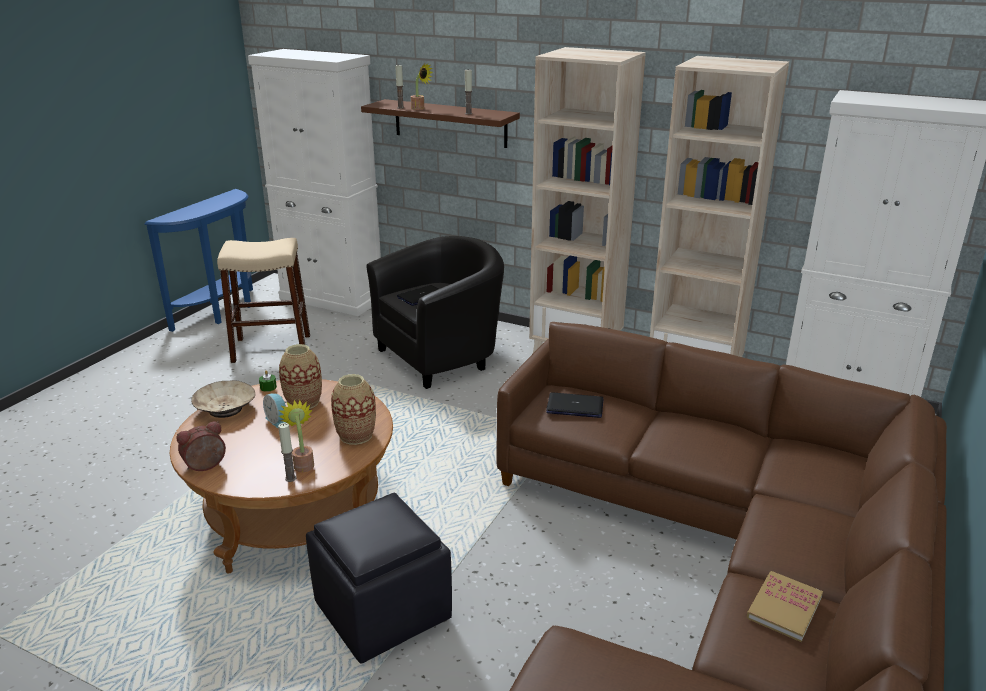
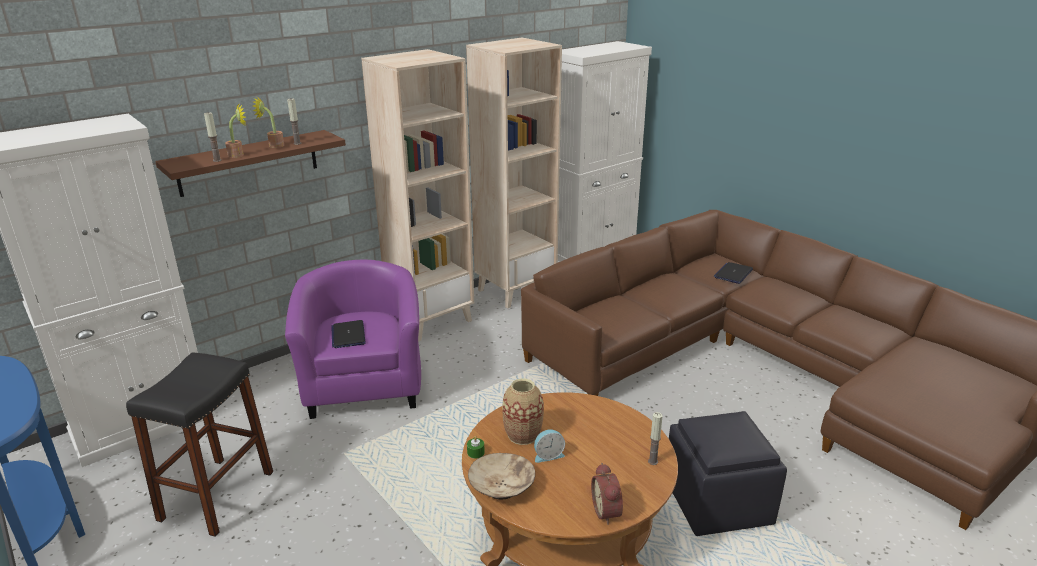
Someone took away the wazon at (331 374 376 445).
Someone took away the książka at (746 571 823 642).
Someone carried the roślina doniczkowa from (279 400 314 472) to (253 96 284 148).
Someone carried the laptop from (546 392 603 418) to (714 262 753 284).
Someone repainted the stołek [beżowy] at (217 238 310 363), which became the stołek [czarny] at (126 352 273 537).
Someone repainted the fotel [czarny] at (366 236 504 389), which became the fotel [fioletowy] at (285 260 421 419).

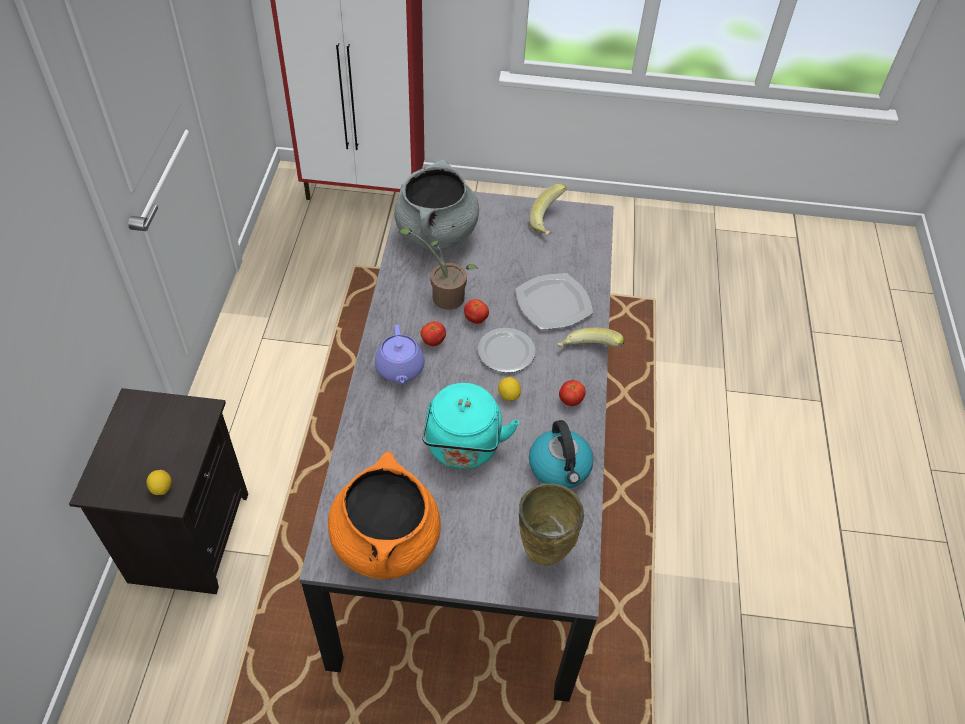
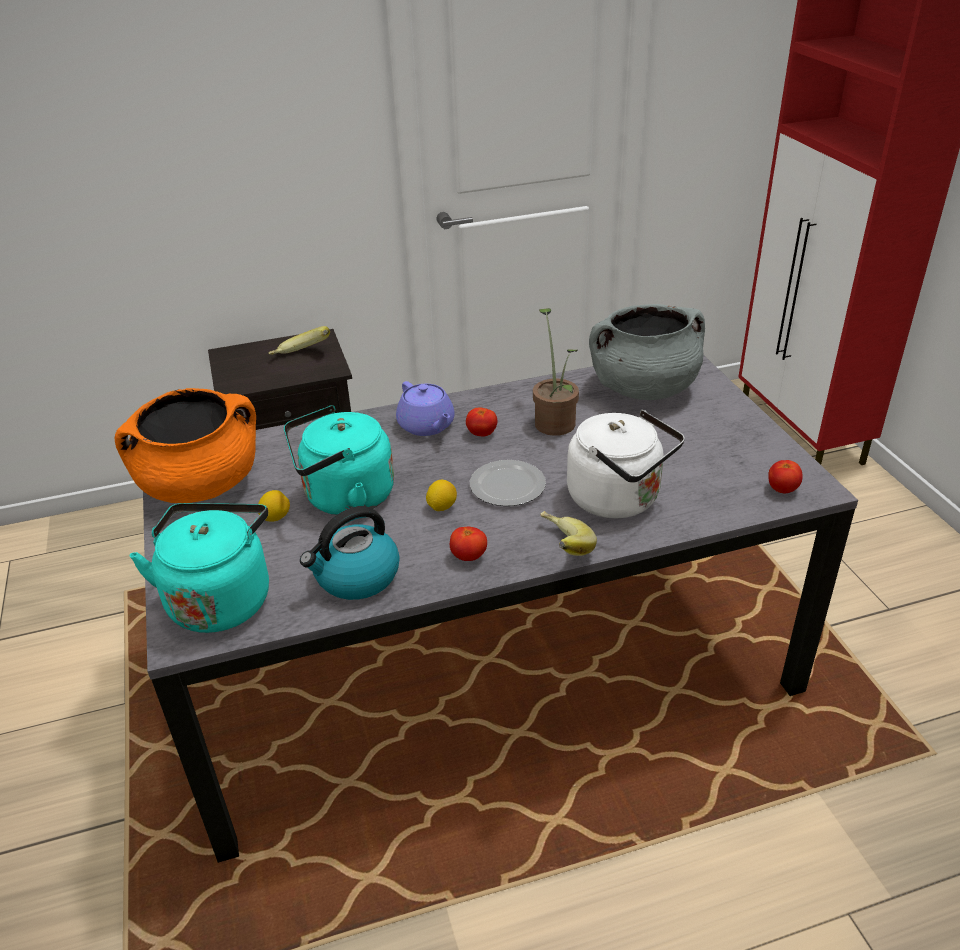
Someone carried the cytryna from (147 470 171 495) to (258 490 290 522).
Someone carried the pomidor from (464 299 489 324) to (768 460 803 493).
Someone carried the banan from (529 184 566 235) to (268 326 330 355).
Someone swapped the talerz at (515 273 593 329) for the czajnik [biały] at (567 410 685 518).
Someone swapped the wazon [beżowy] at (519 483 584 566) for the czajnik [turkusowy] at (129 503 269 633).
Someone rotated the imbryk [fioletowy] at (375 324 425 385) by 90 degrees counterclockwise.

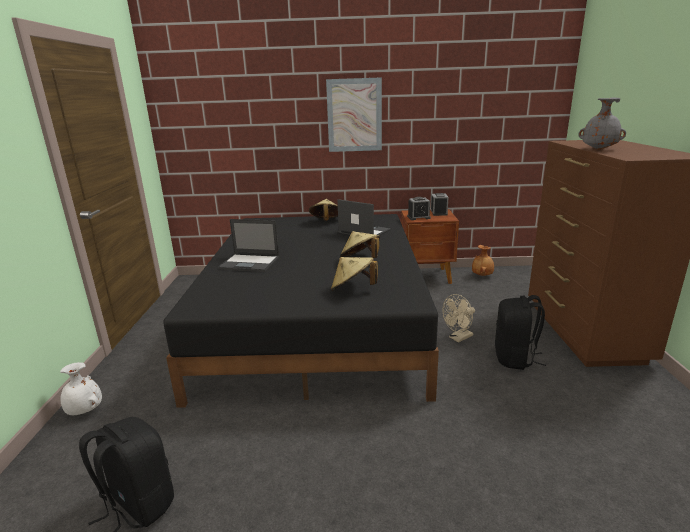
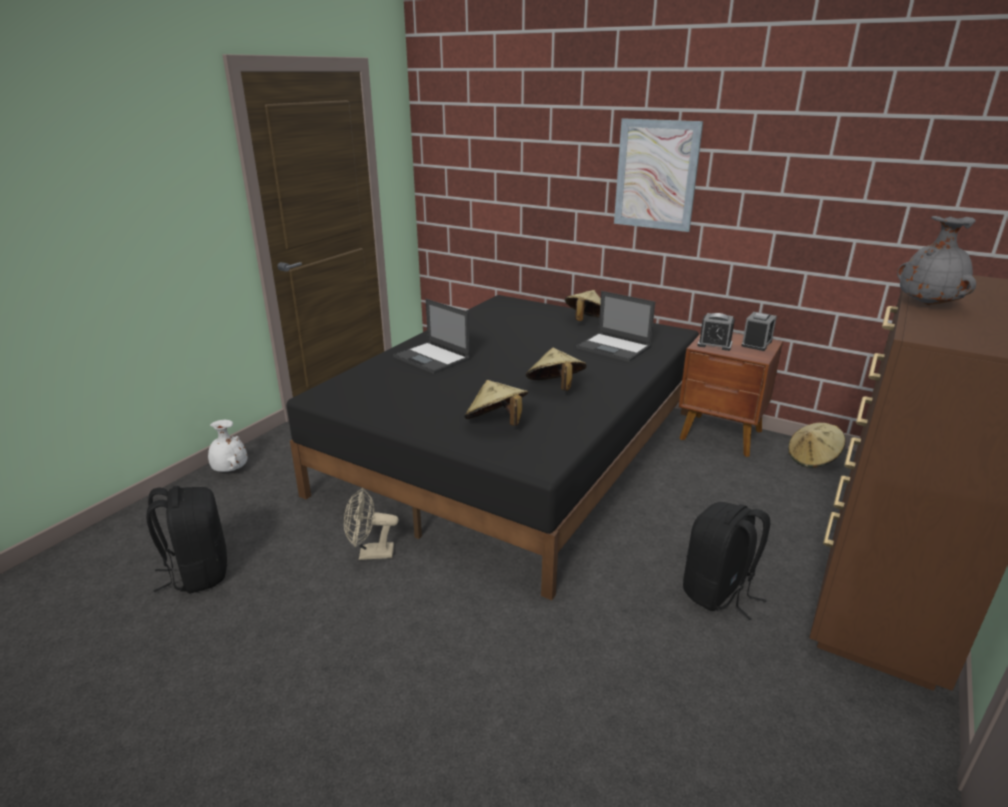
Someone carried the wentylator [beżowy] from (442 294 475 342) to (344 488 399 560).
Someone swapped the wazon [brązowy] at (472 245 494 276) for the kapelusz [beżowy] at (788 423 846 468).
Someone rotated the laptop at (338 199 391 235) by 150 degrees clockwise.

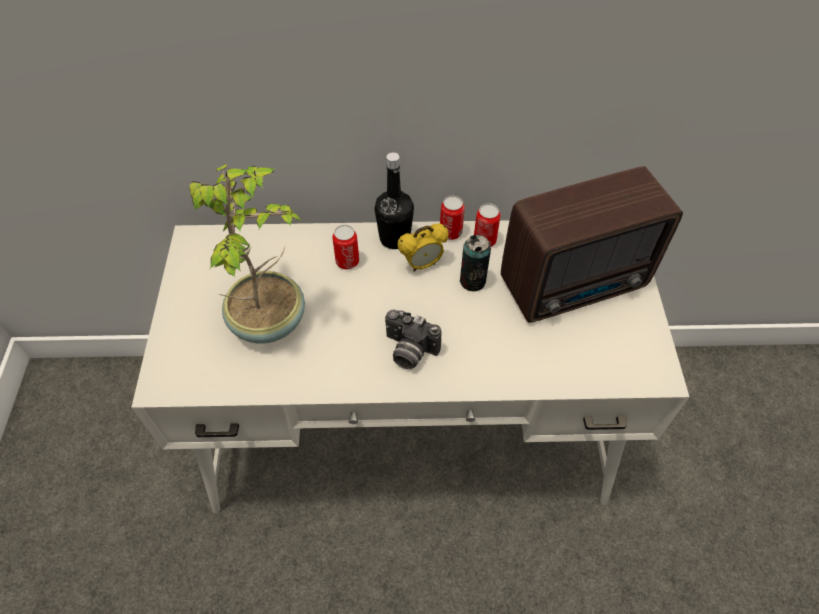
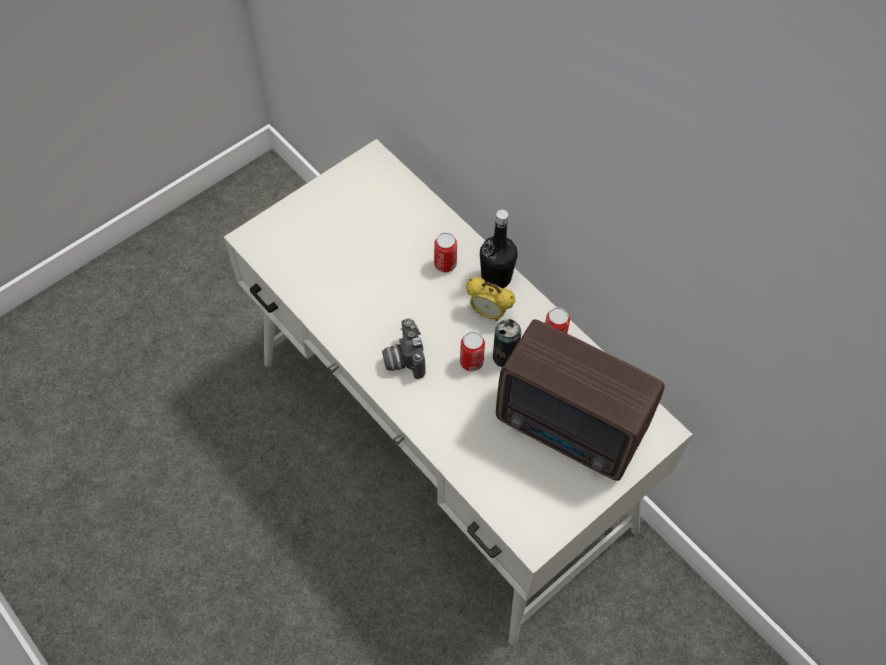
Someone took away the roślina doniczkowa at (189 164 305 343).
Someone carried the puszka from (440 196 465 240) to (460 332 485 372).

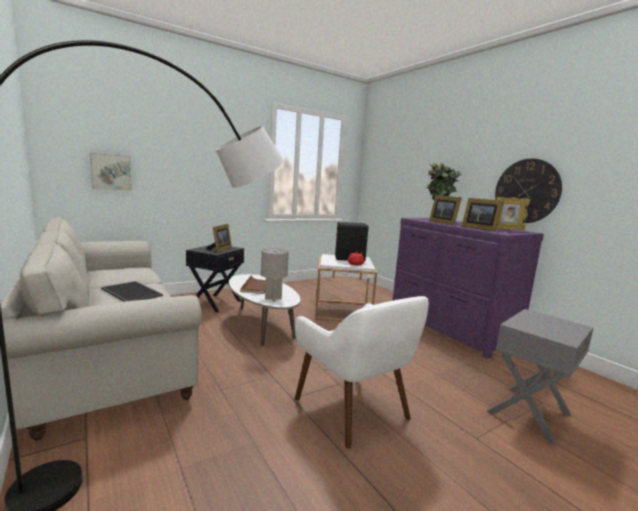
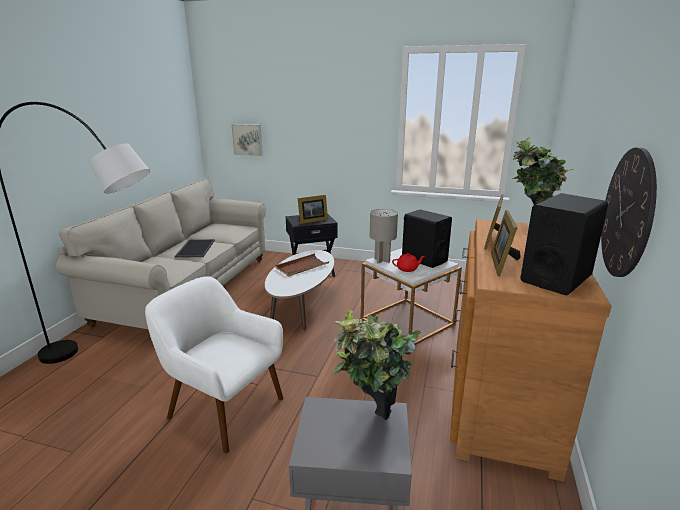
Someone put down the roślina doniczkowa at (333 310 421 420).
Someone carried the lampa stołowa [szary] from (261 248 289 302) to (369 209 398 263).
Someone swapped the ramka na zdjęcie at (496 197 530 231) for the głośnik [czarny] at (520 193 608 295).
Someone repainted the komoda [fioletowy] at (393 218 544 359), which became the komoda [brązowy] at (450 219 611 482).
Someone rotated the fotel [biały] at (295 296 429 449) by 105 degrees clockwise.

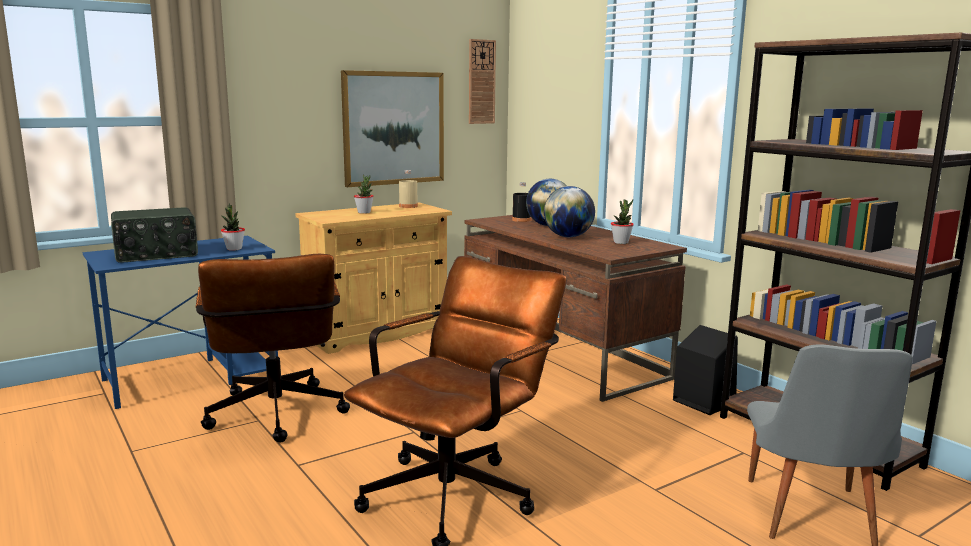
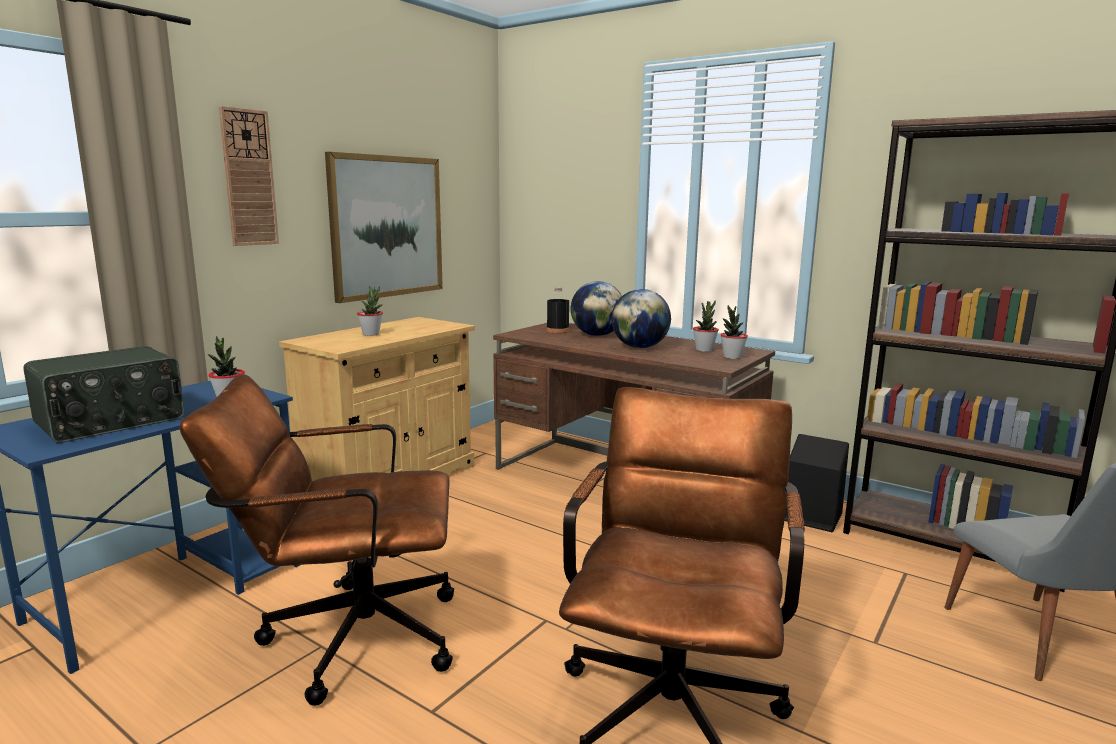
Someone took away the butelka [beżowy] at (399 170 418 208).
Someone put down the roślina doniczkowa at (720 305 748 359).
Someone carried the zegar ścienny from (469 39 496 124) to (219 106 279 246).
Someone rotated the krzesło biurowe [brązowy] at (196 254 350 442) by 120 degrees clockwise.

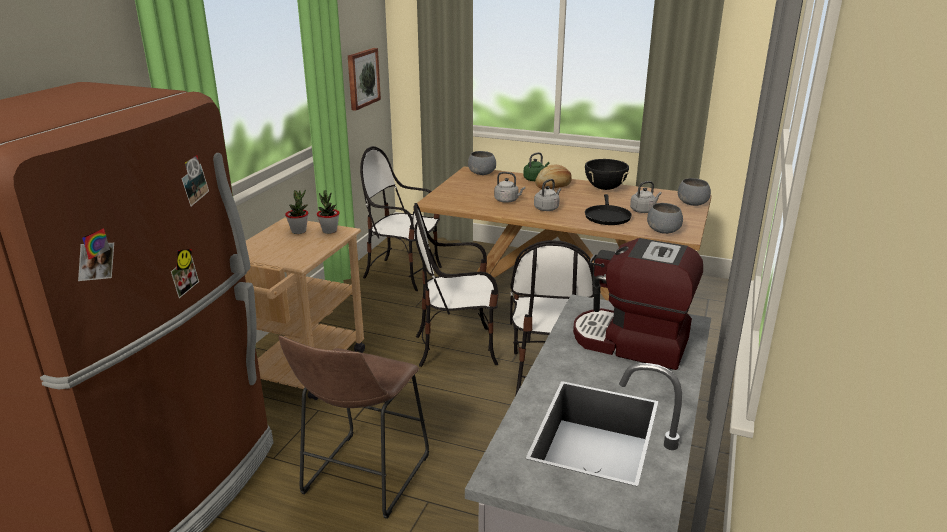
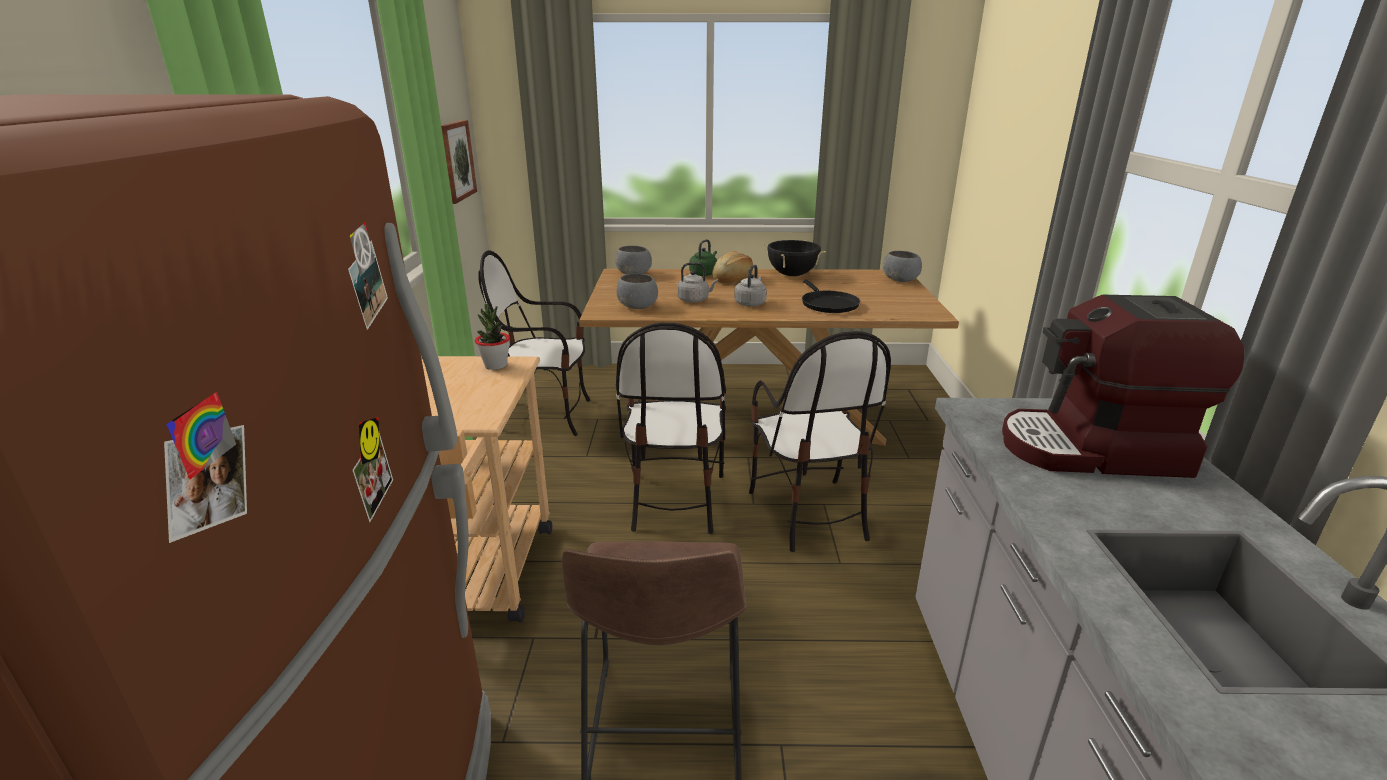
Someone took away the roślina doniczkowa at (285 190 309 234).
Someone took away the czajnik [szary] at (630 181 662 213).
Someone carried the miska [szary] from (647 203 683 234) to (616 273 658 309).
Someone rotated the krzesło at (412 203 498 367) by 60 degrees counterclockwise.

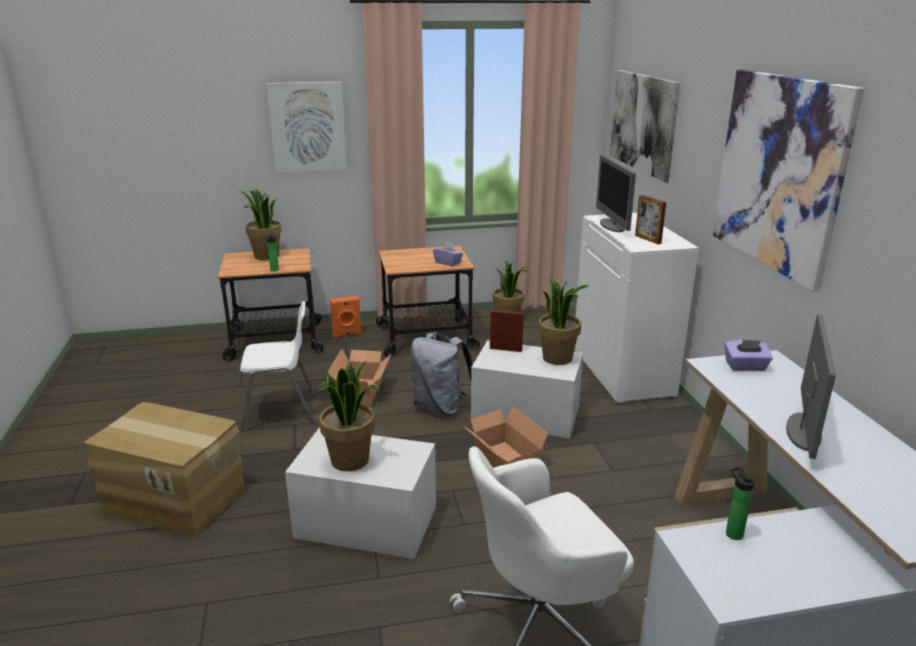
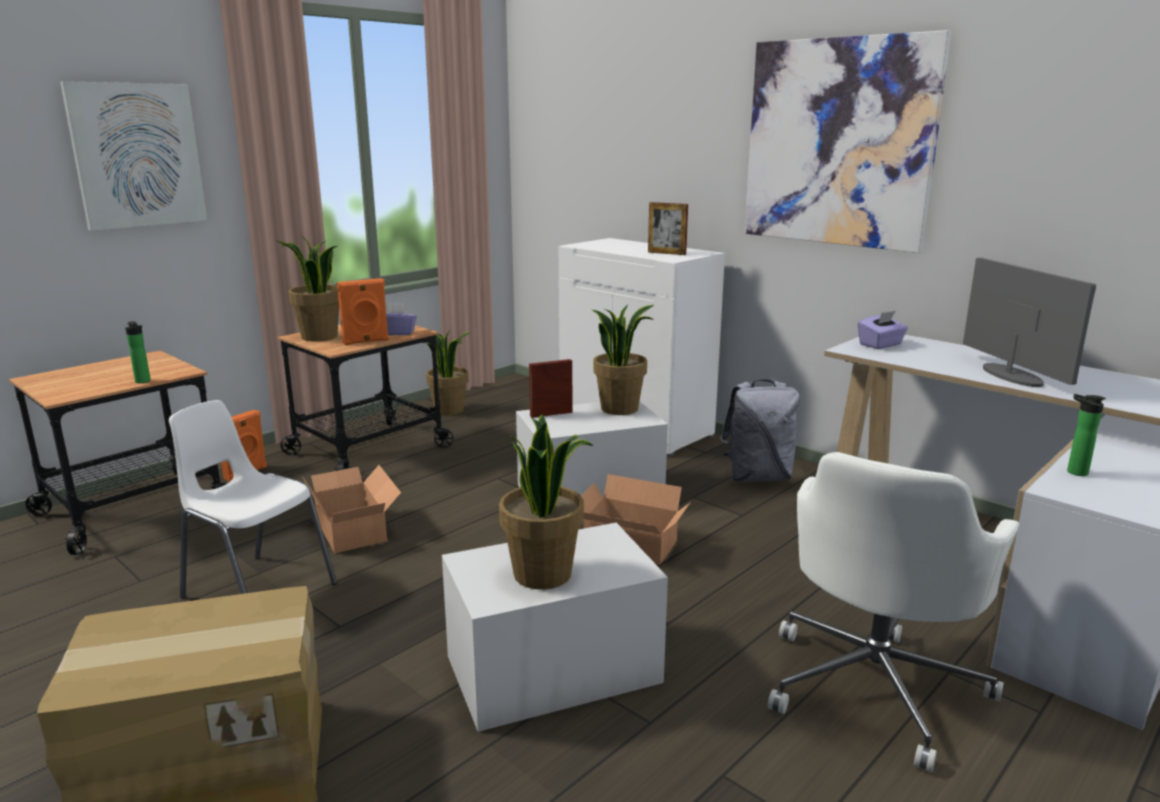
Someone took away the monitor at (596 155 636 232).
Someone took away the obraz at (610 70 680 183).
Someone put down the głośnik [pomarańczowy] at (337 278 389 345).
Someone carried the roślina doniczkowa from (238 188 282 260) to (275 237 339 341).
Someone carried the plecak [szary] from (410 333 473 416) to (720 379 800 482).
Someone rotated the krzesło [biały] at (240 301 316 432) by 105 degrees counterclockwise.

